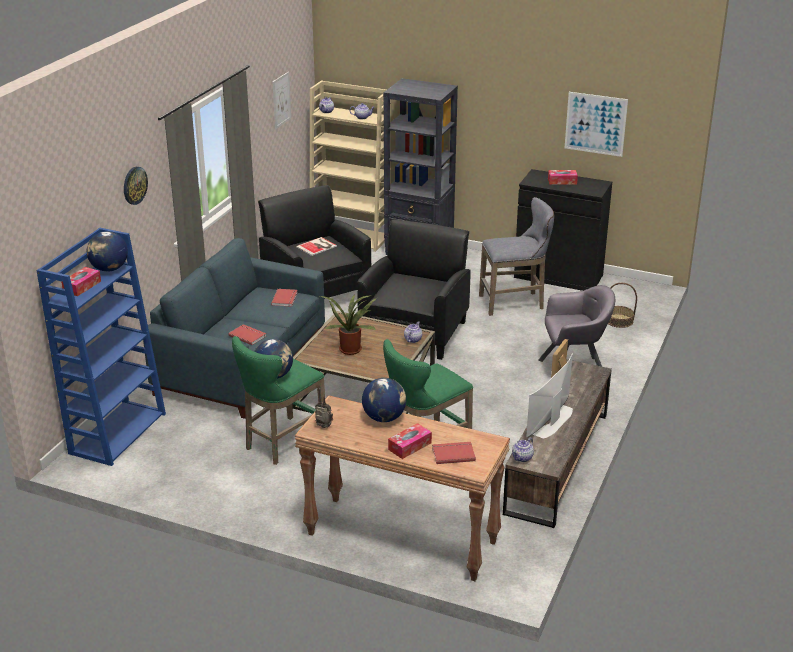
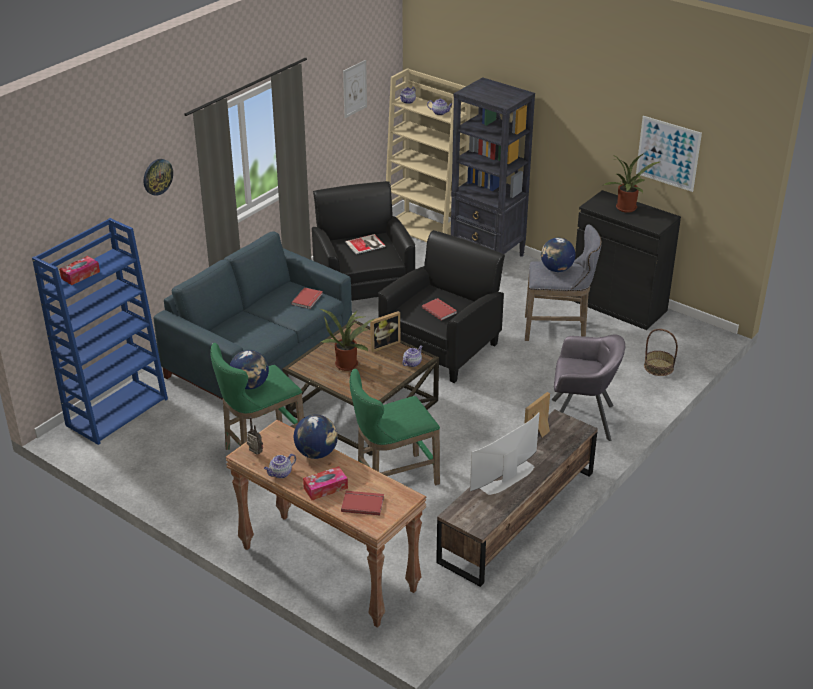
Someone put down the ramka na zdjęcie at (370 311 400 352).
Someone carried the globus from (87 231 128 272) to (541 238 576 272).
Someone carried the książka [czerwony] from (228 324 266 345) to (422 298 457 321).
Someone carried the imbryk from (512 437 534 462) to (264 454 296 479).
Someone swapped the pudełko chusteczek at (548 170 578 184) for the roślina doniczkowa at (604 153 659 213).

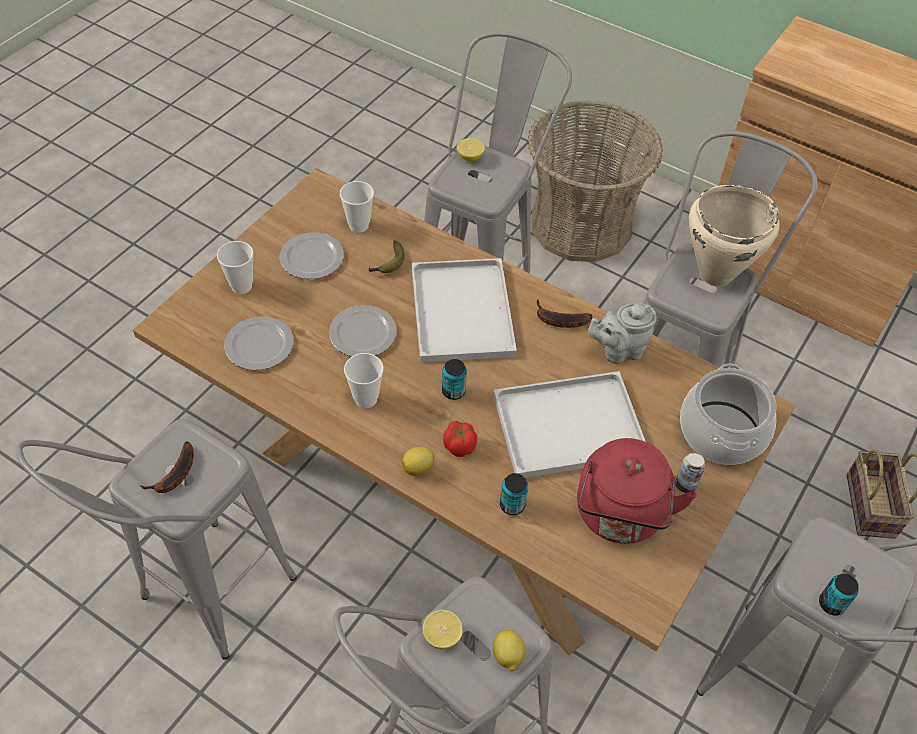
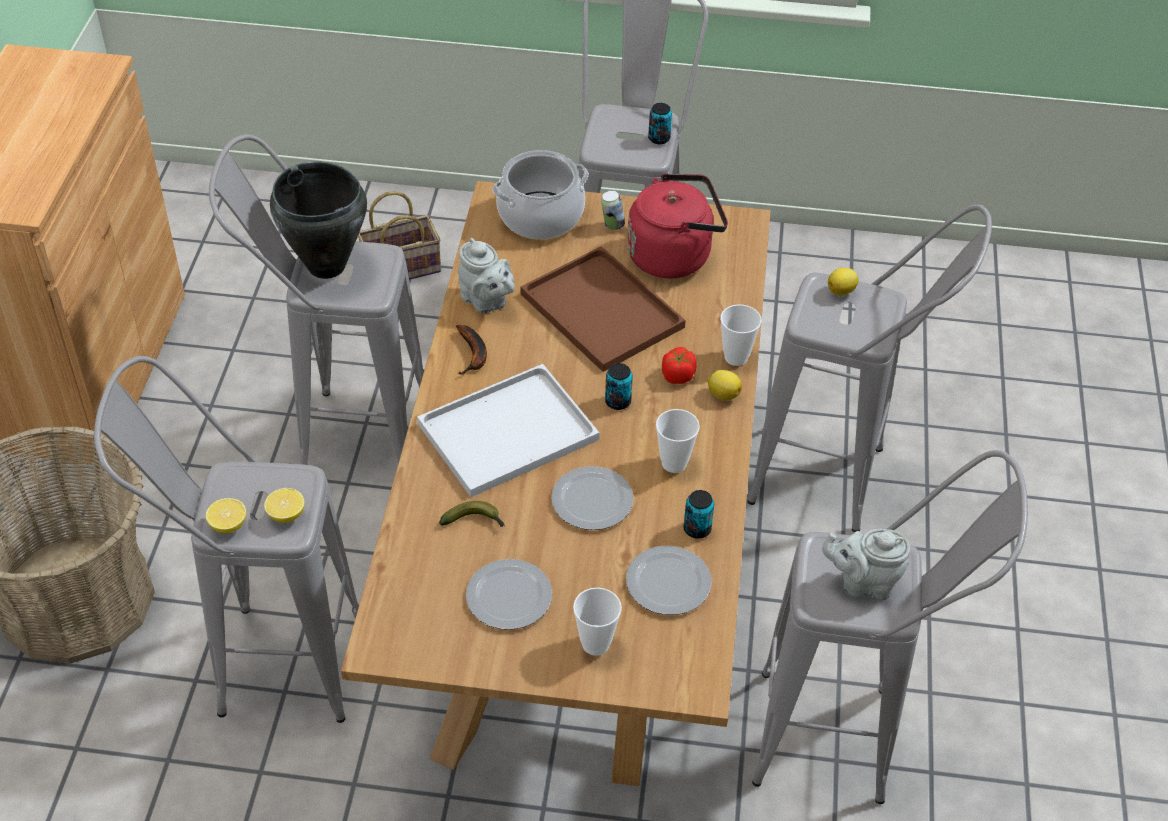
Someone carried the filiżanka from (340 181 374 233) to (720 304 762 366).
Someone carried the cytryna from (423 610 463 649) to (264 488 304 523).
Someone carried the puszka from (500 473 528 515) to (683 490 714 539).
Someone swapped the banan at (140 442 194 493) for the imbryk [szary] at (822 529 910 601).
Someone repainted the taca [biały] at (493 371 646 478), which became the taca [brązowy] at (520 246 686 372).
Someone repainted the garnek [beżowy] at (689 185 780 287), which became the garnek [czarny] at (270 161 367 279).

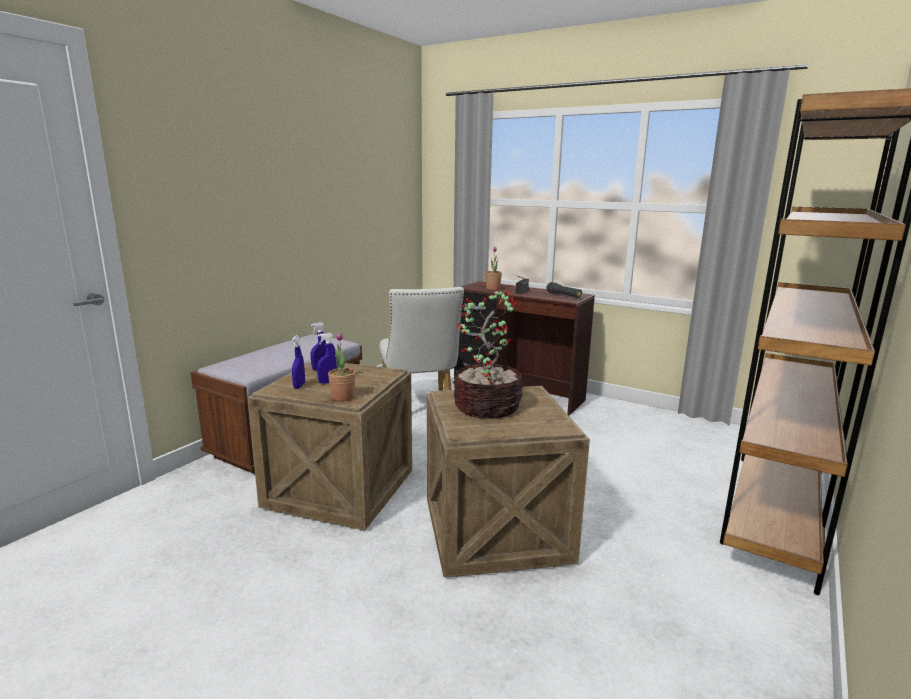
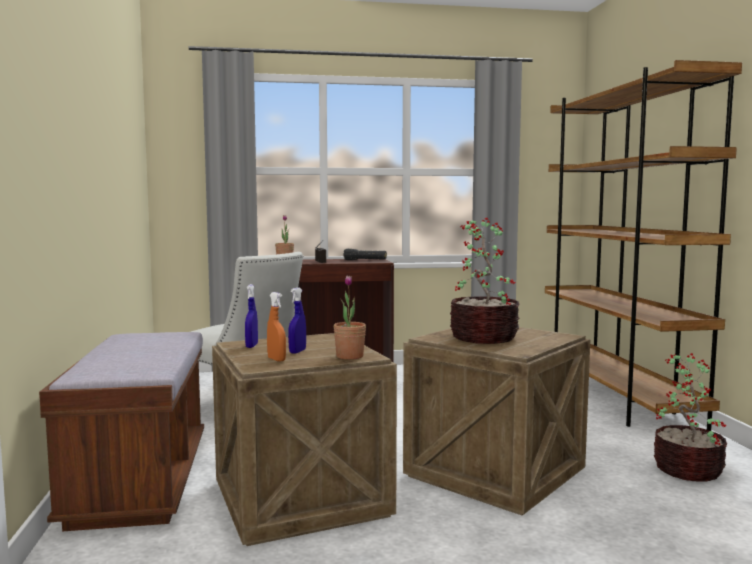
Someone put down the roślina doniczkowa at (654 353 727 482).
Someone repainted the spryskiwacz [niebieski] at (292 335 305 389), which became the spryskiwacz [pomarańczowy] at (267 292 286 361).

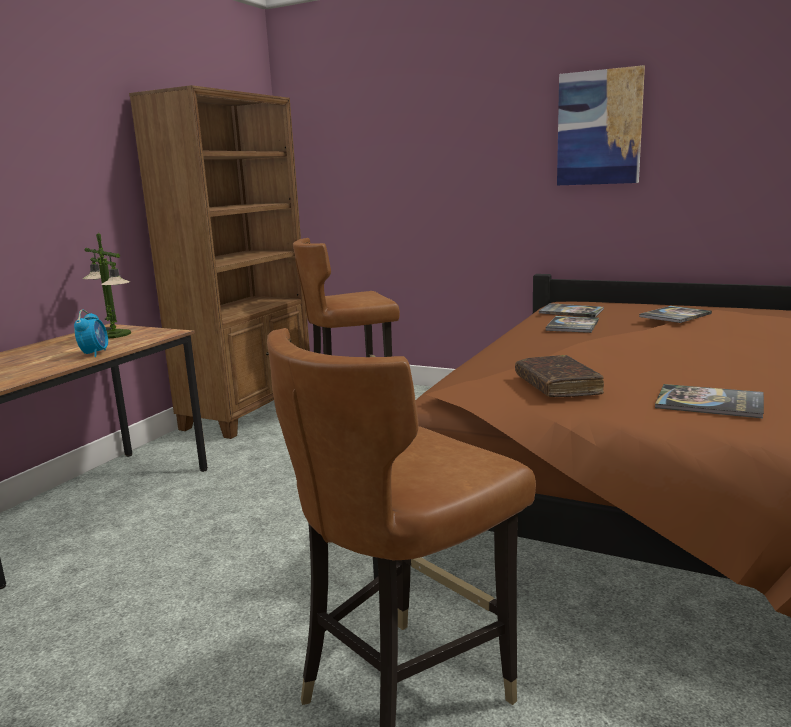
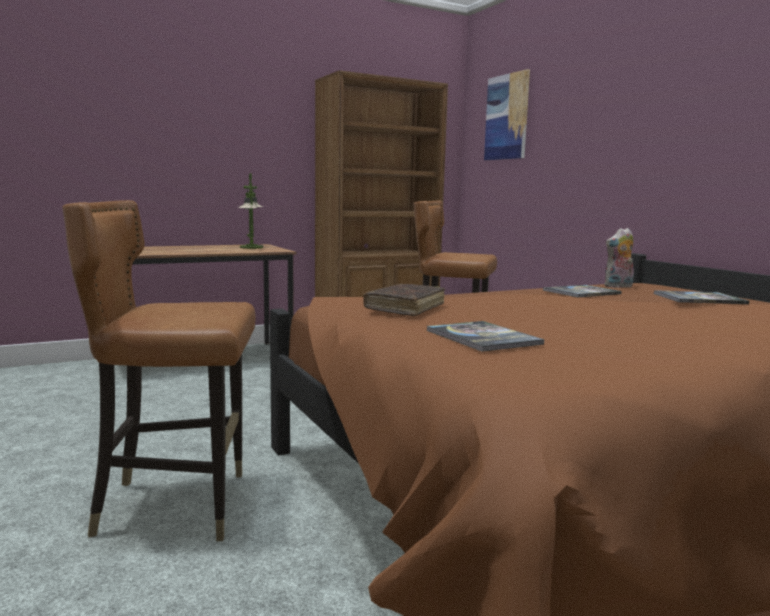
Someone took away the budzik at (74 310 108 357).
Someone carried the obraz from (557 65 645 185) to (484 69 530 160).
Someone swapped the książka at (539 303 604 317) for the pluszak at (604 228 634 288).

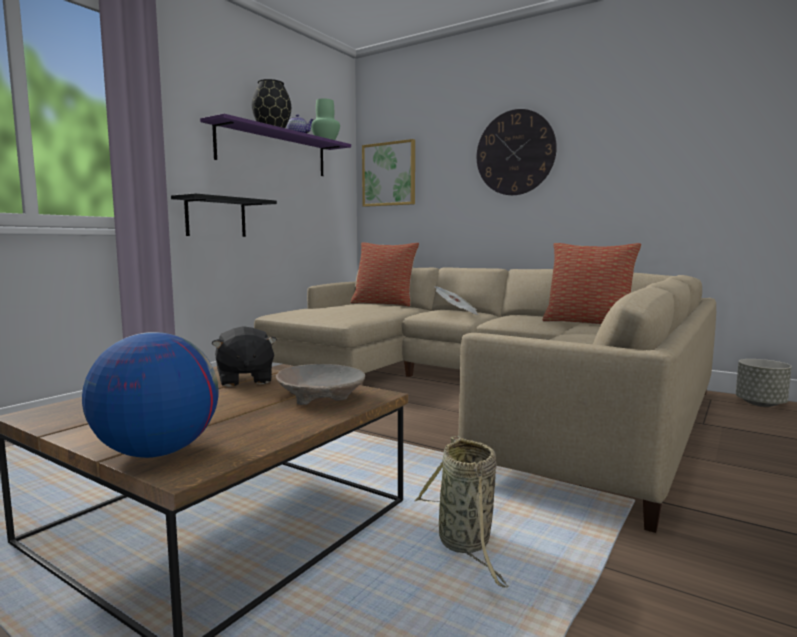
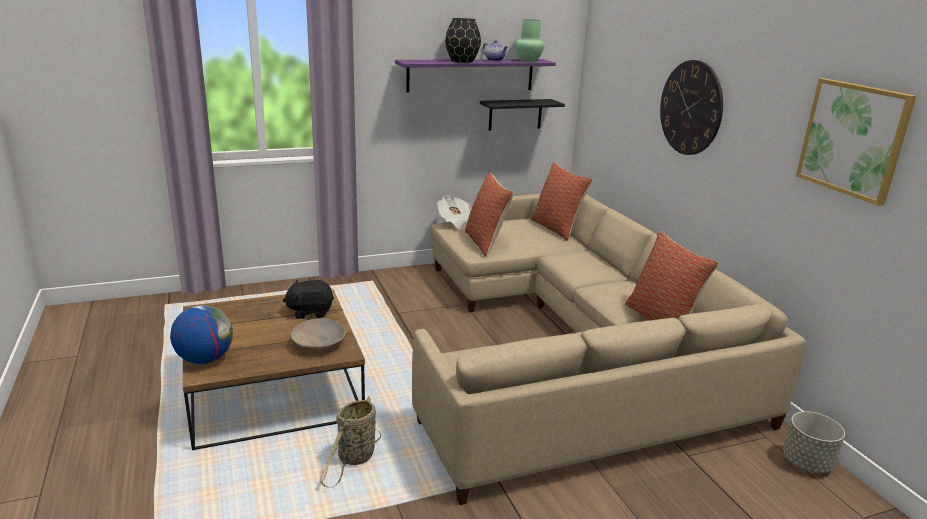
Someone put down the poduszka at (465 173 514 256).
Someone carried the półka [czarny] from (171 193 277 237) to (480 99 565 131).
Someone carried the obraz from (362 139 415 207) to (796 78 916 206).
Someone carried the gazeta from (434 286 478 315) to (437 196 471 230).
Someone rotated the pluszak [czarny] at (212 326 277 387) by 60 degrees clockwise.

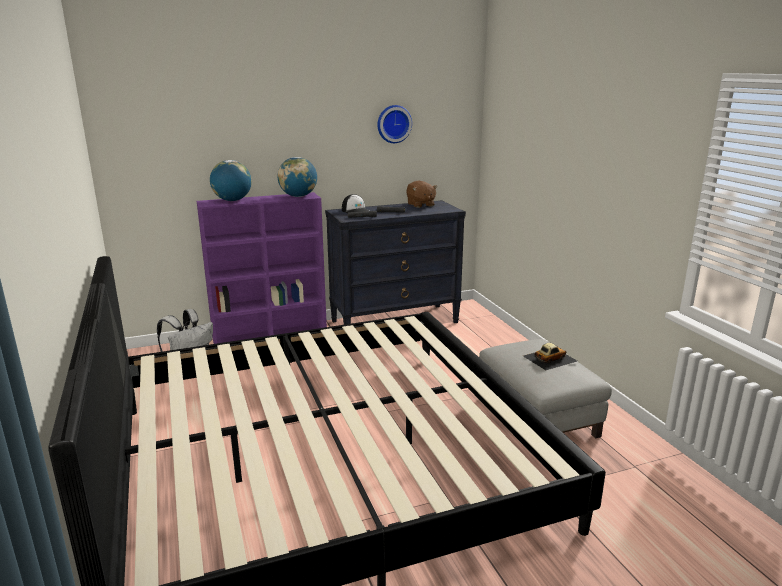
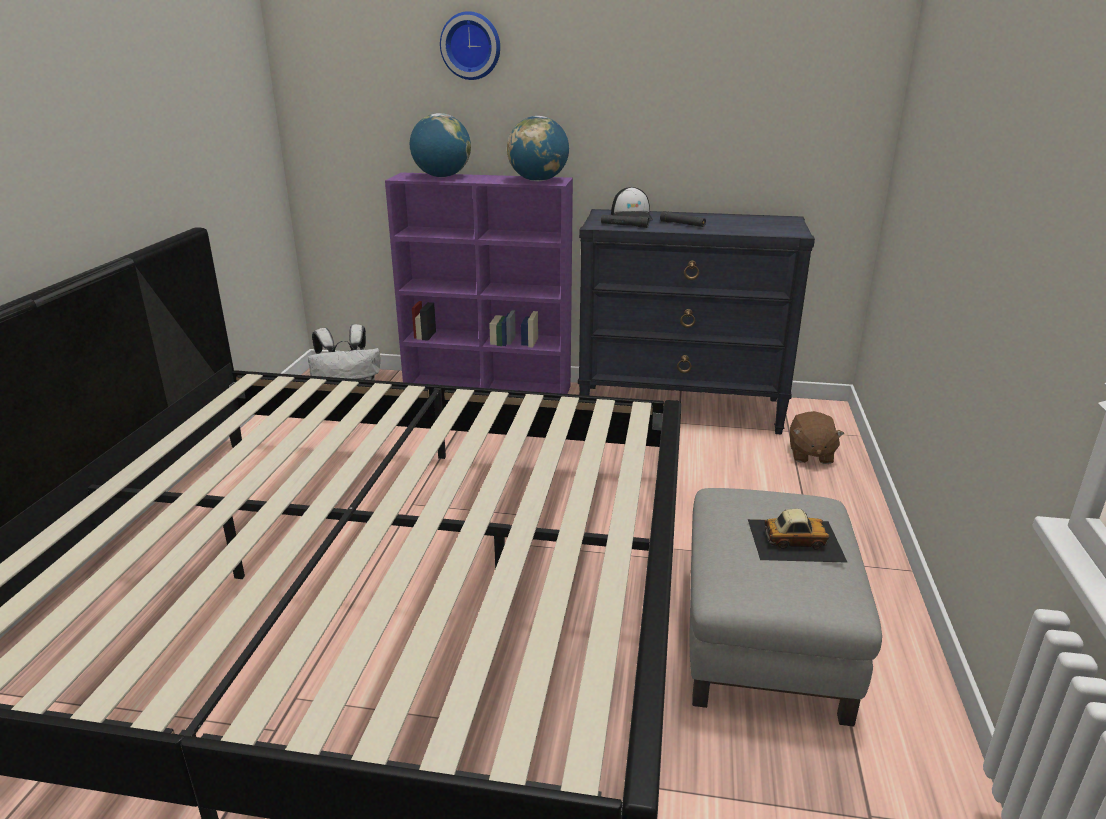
Someone carried the zegar ścienny from (377 105 412 143) to (440 11 500 80).
Someone carried the pluszak [brązowy] from (406 181 438 208) to (790 411 844 464).

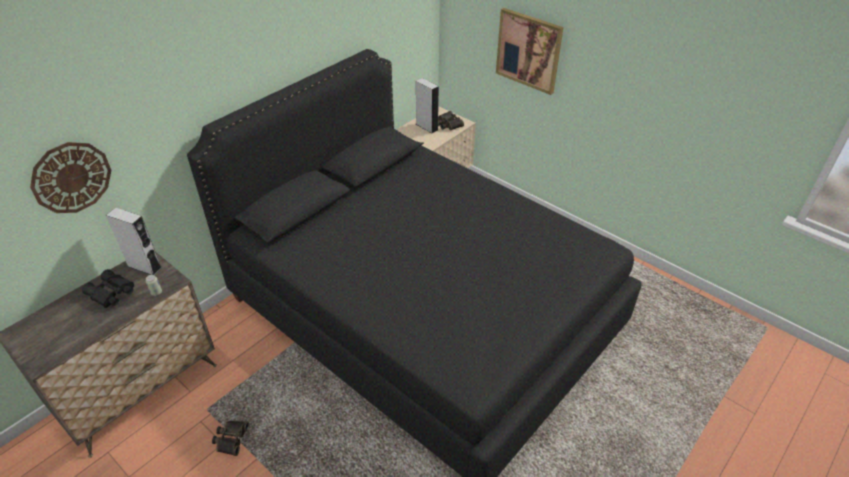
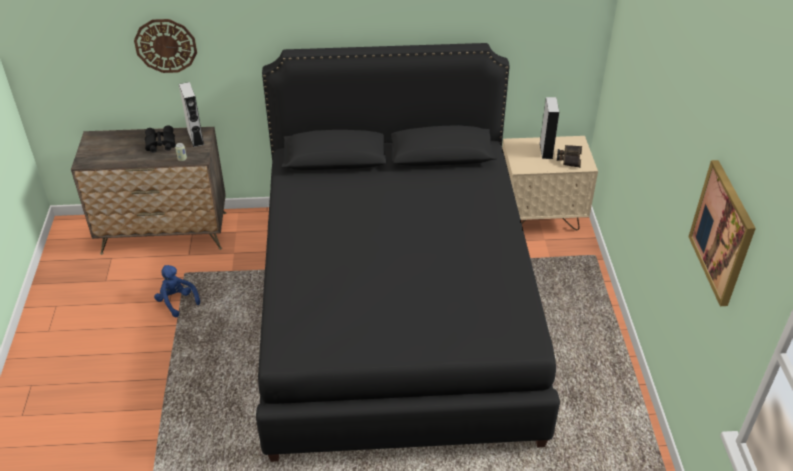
Someone carried the obraz from (496 8 564 95) to (689 160 756 306).
Someone swapped the lornetka at (212 421 250 456) for the pluszak [niebieski] at (154 265 200 317).

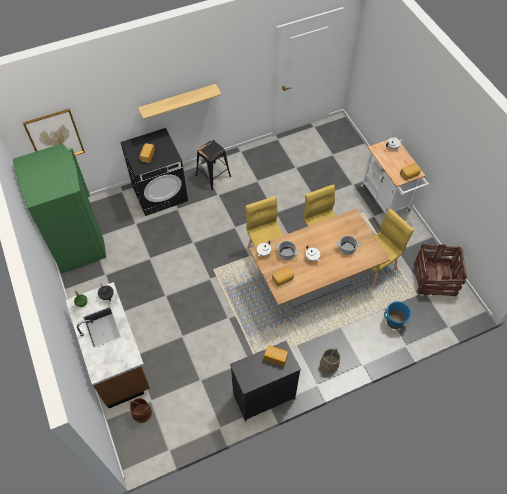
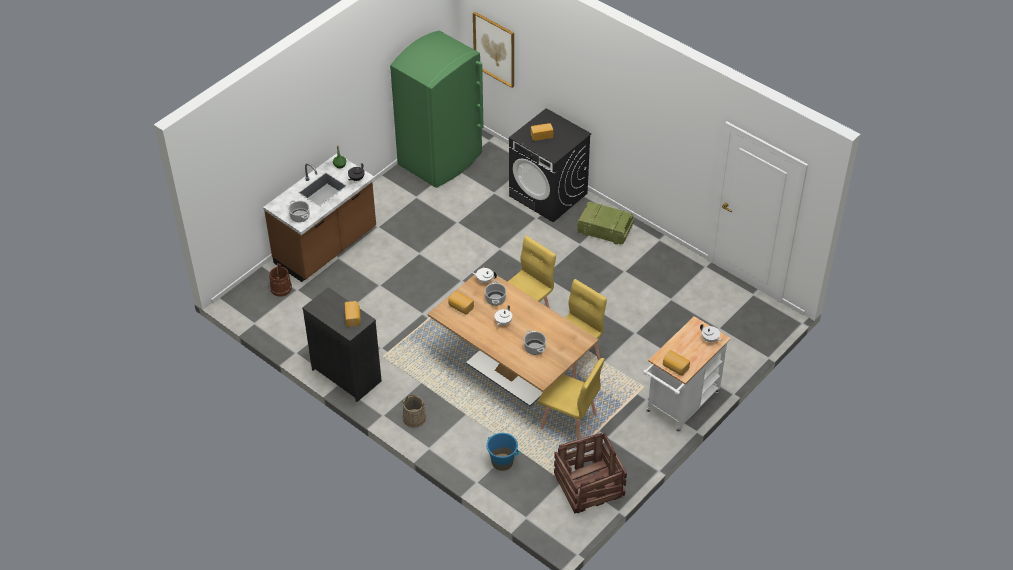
Someone took away the półka at (138 84 222 119).
Someone put down the garnek at (288 200 310 222).
Someone swapped the stołek [czarny] at (196 140 231 190) for the skrzynka at (577 202 634 245).

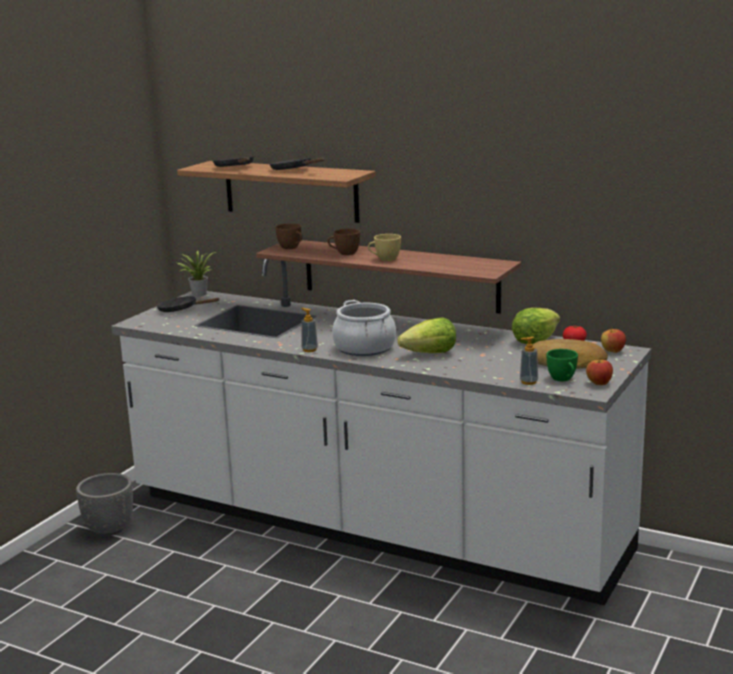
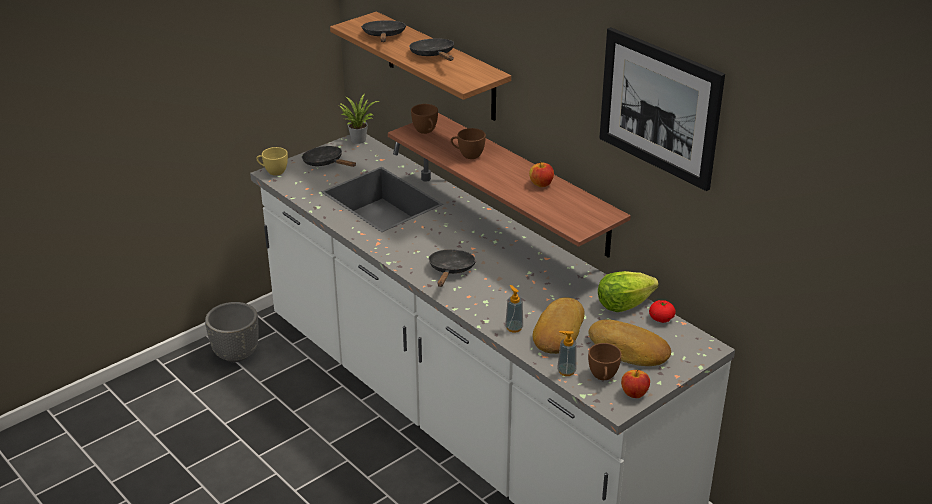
Someone took away the sałata at (398 318 456 353).
Someone put down the chleb at (533 297 585 354).
Someone put up the obraz at (599 27 725 191).
Someone carried the dozownik mydła from (301 308 318 352) to (505 285 523 333).
Someone carried the filiżanka [żółty] from (368 234 401 261) to (256 147 288 176).
Someone carried the jabłko from (601 328 626 353) to (529 162 554 187).
Someone swapped the garnek at (332 300 396 356) for the patelnia [czarny] at (429 249 476 287).
Someone repainted the filiżanka [zielony] at (547 349 578 381), which became the filiżanka [brązowy] at (588 343 622 380).

